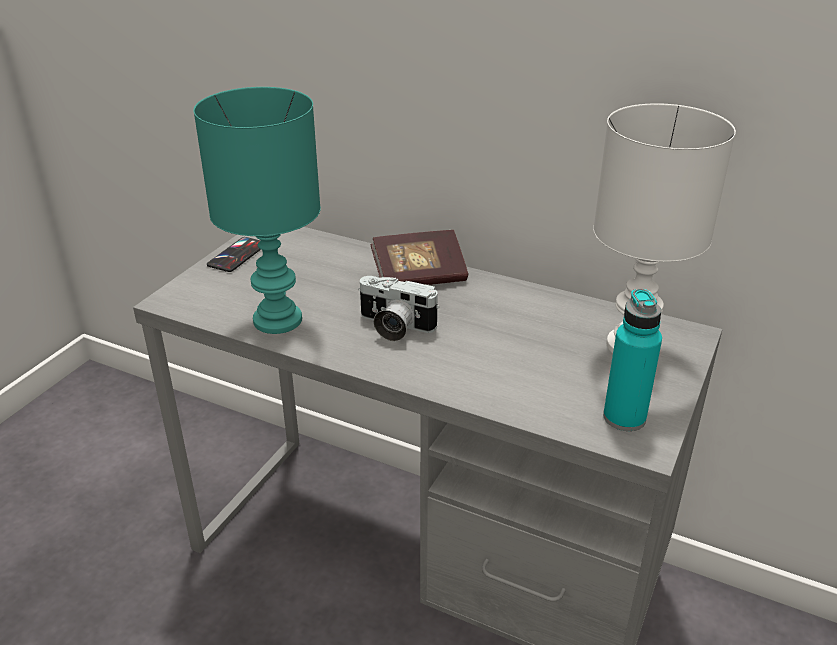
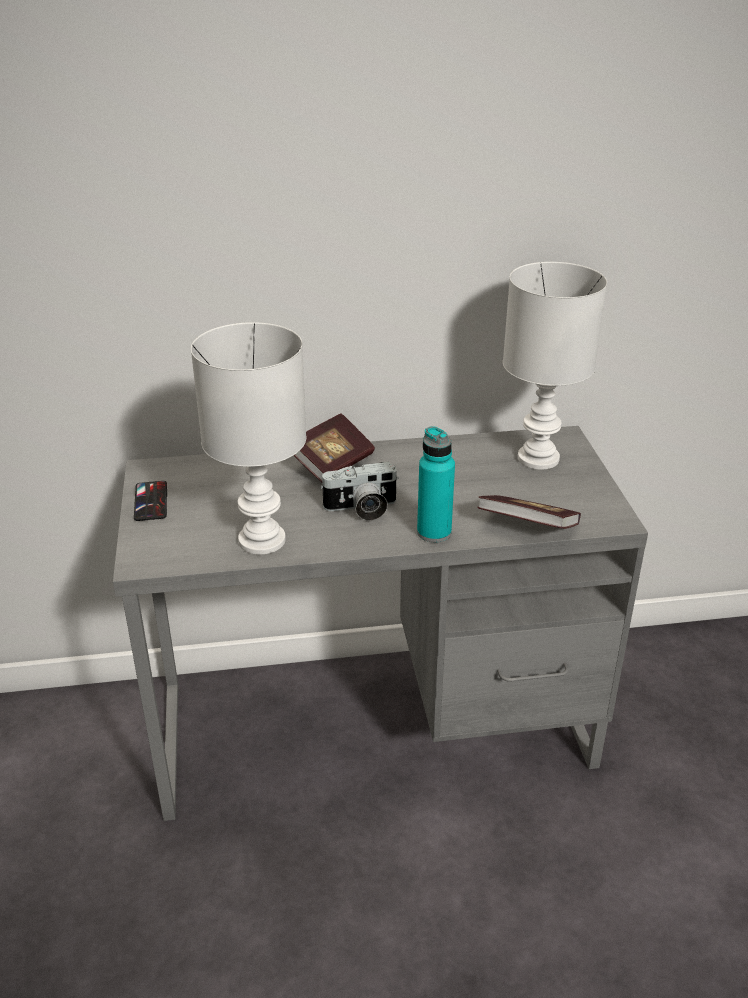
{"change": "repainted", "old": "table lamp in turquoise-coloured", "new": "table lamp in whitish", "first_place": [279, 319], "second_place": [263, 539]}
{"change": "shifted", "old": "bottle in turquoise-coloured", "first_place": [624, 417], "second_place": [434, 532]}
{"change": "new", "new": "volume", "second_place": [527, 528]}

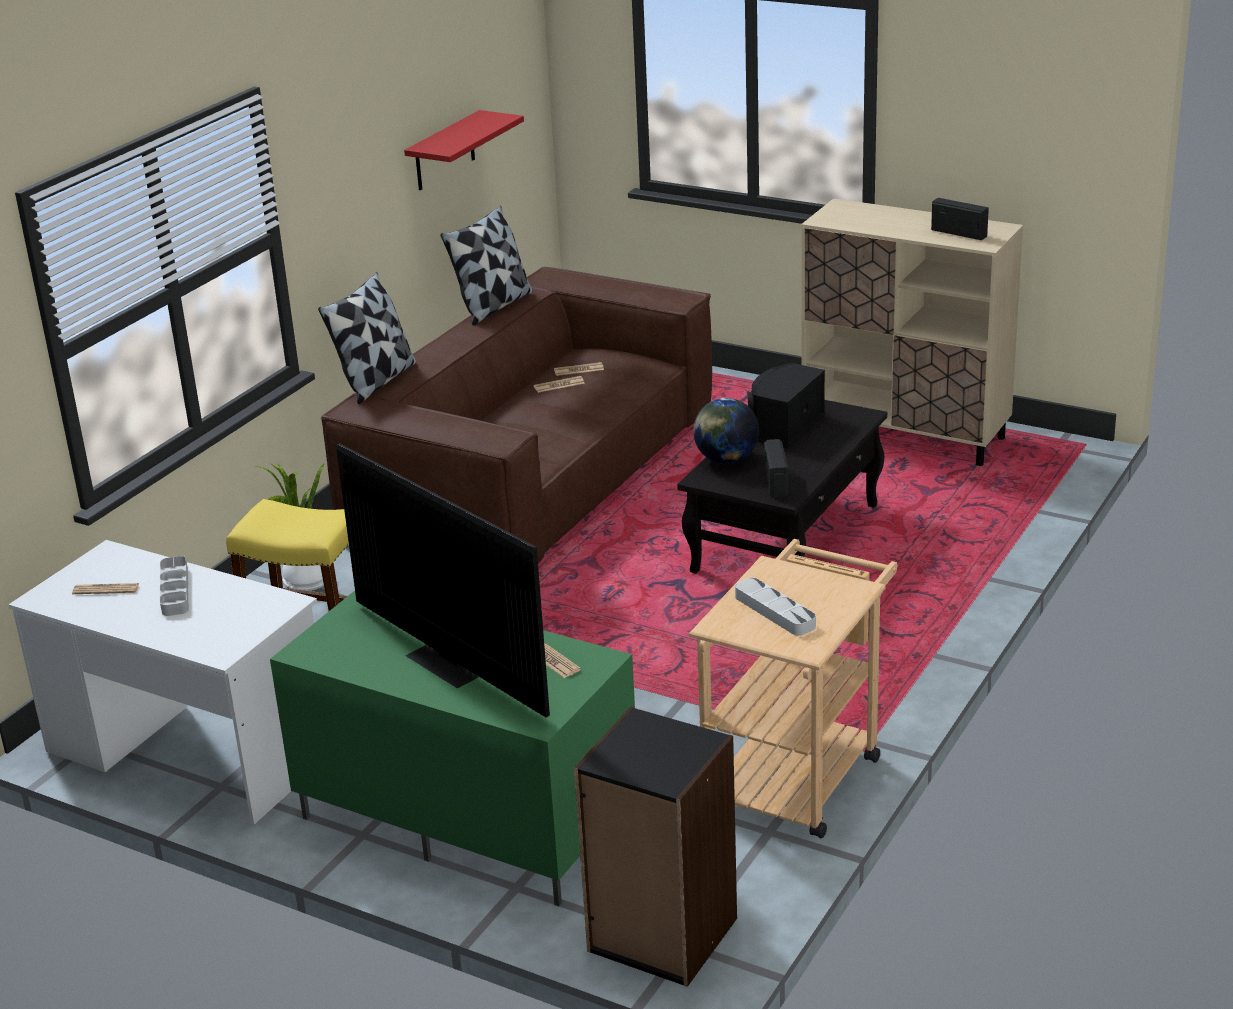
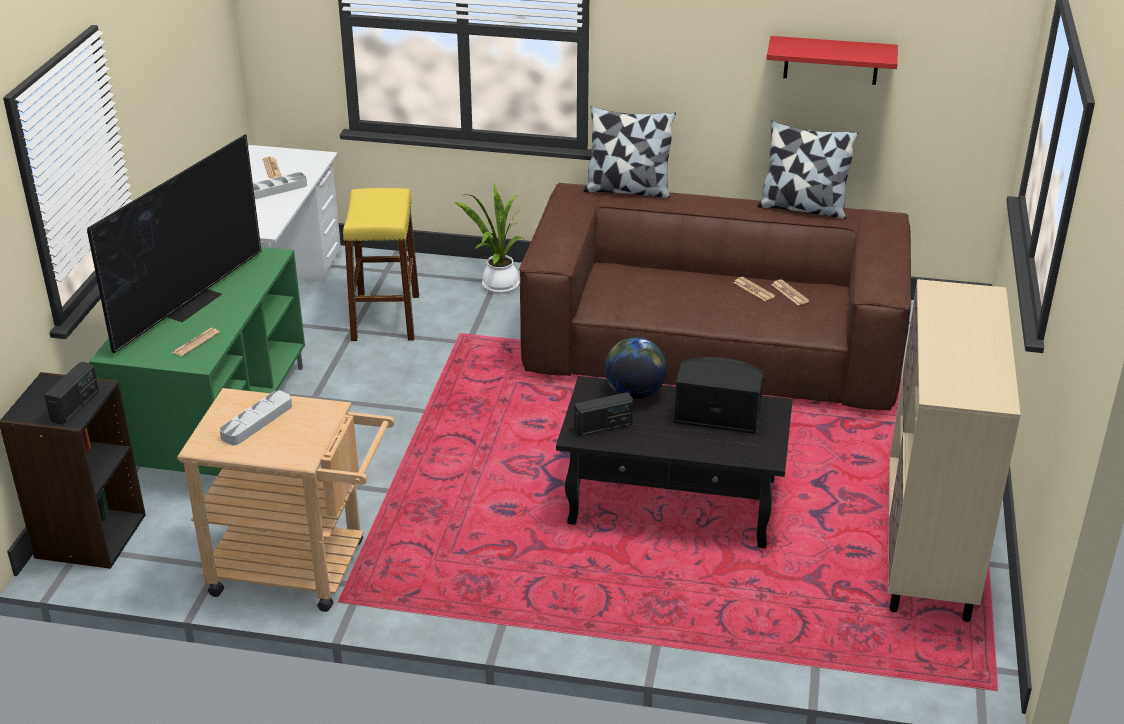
{"change": "shifted", "old": "radio set", "first_place": [959, 233], "second_place": [75, 406]}

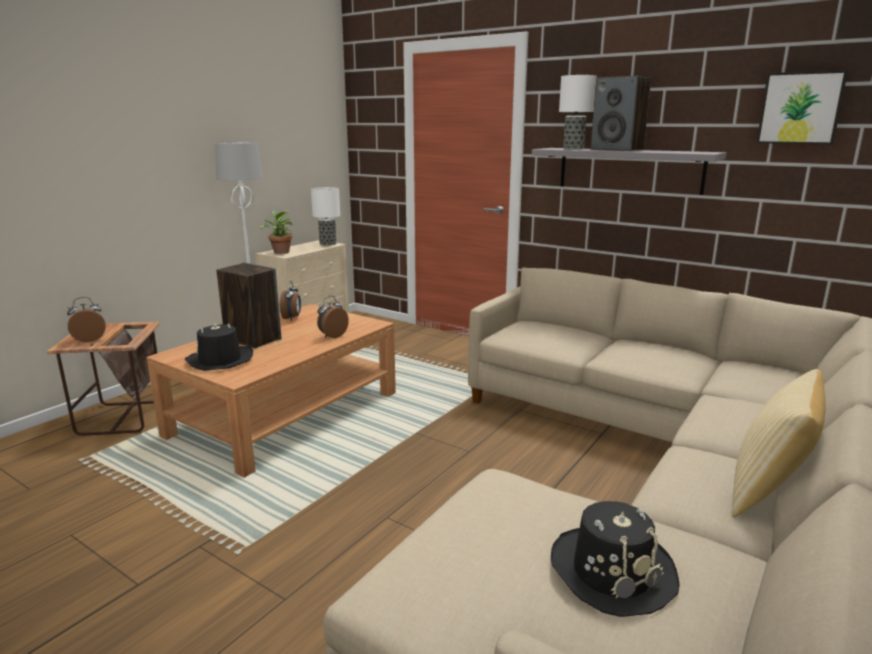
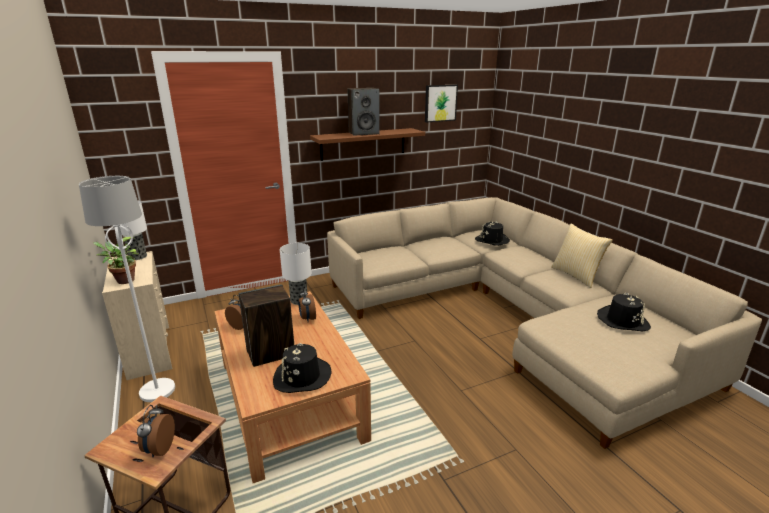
{"change": "repainted", "old": "bracket shelf in grey", "new": "bracket shelf in brownish", "first_place": [629, 170], "second_place": [363, 144]}
{"change": "shifted", "old": "table lamp", "first_place": [573, 149], "second_place": [299, 301]}
{"change": "new", "new": "wearable hat in blackish", "second_place": [492, 240]}

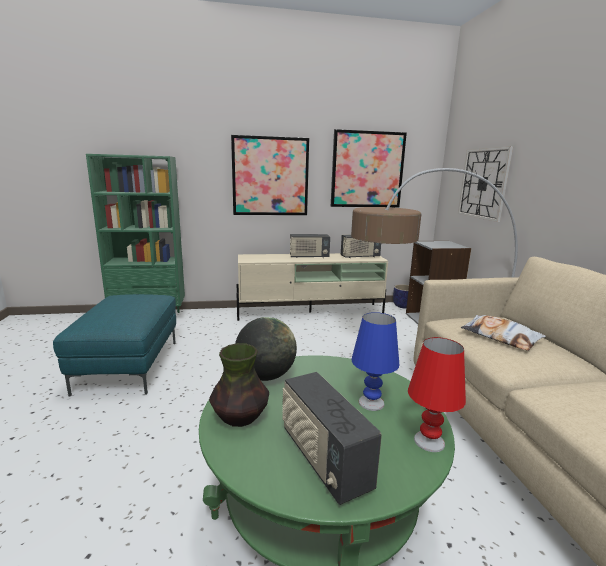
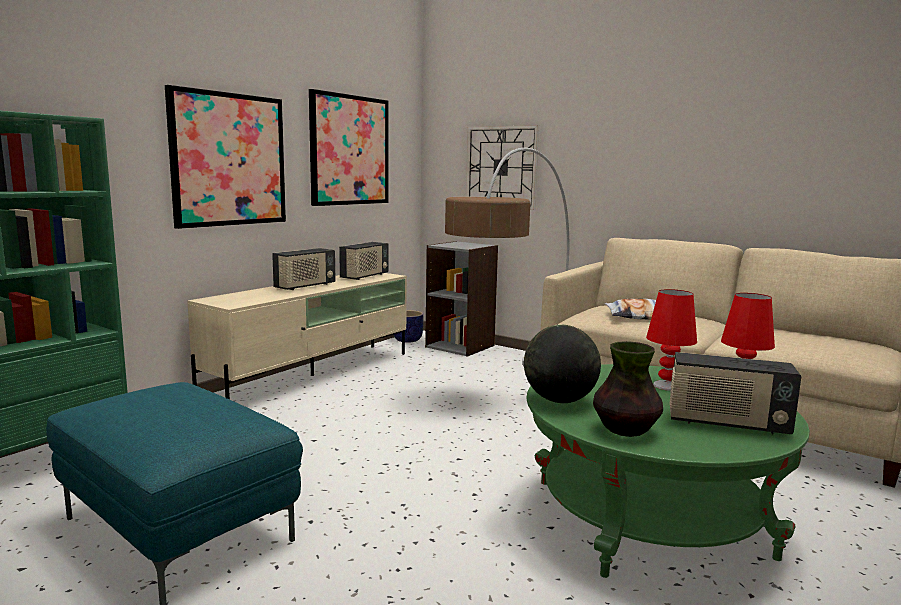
{"change": "repainted", "old": "table lamp in blue-coloured", "new": "table lamp in red", "first_place": [371, 402], "second_place": [666, 386]}

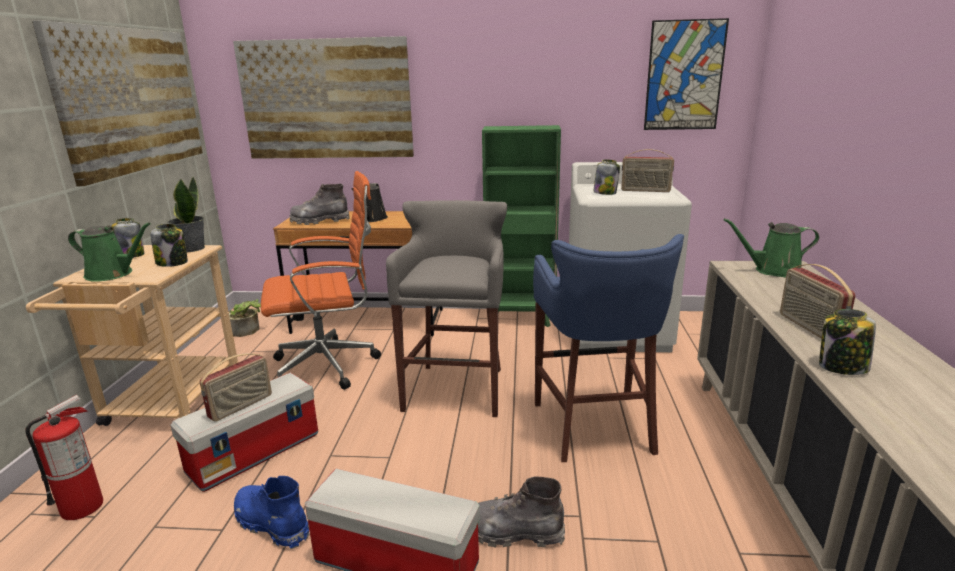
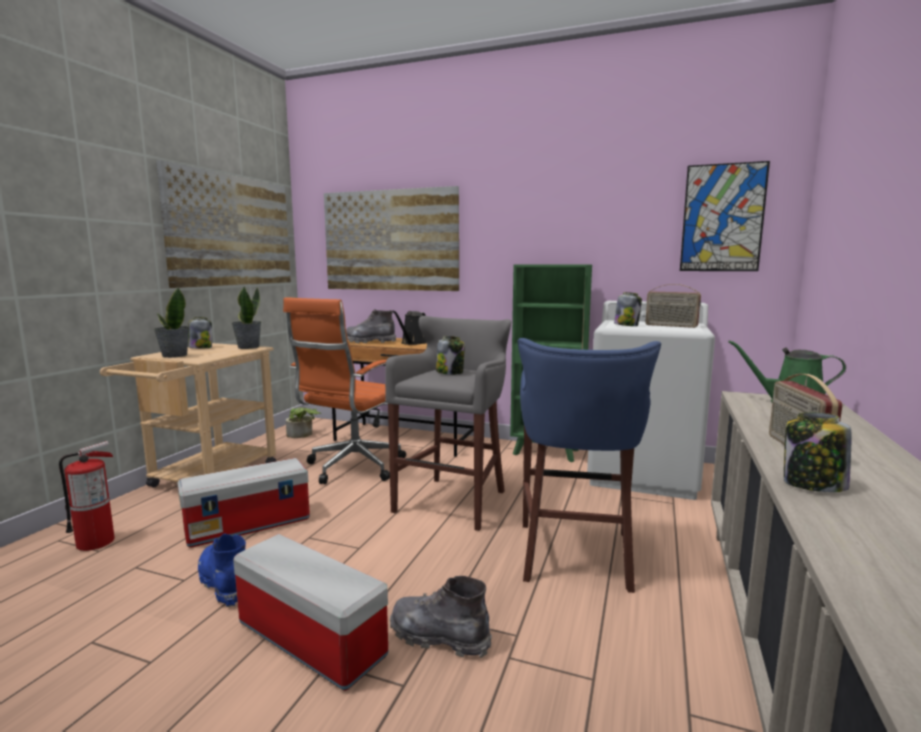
{"change": "swapped", "old": "watering can in greenish", "new": "houseplant", "first_place": [113, 274], "second_place": [174, 355]}
{"change": "shifted", "old": "storage jar", "first_place": [172, 263], "second_place": [450, 372]}
{"change": "gone", "old": "radio set", "first_place": [241, 406]}
{"change": "rotated", "old": "office chair in orangey", "first_place": [330, 365], "second_place": [352, 468], "degrees": 120}

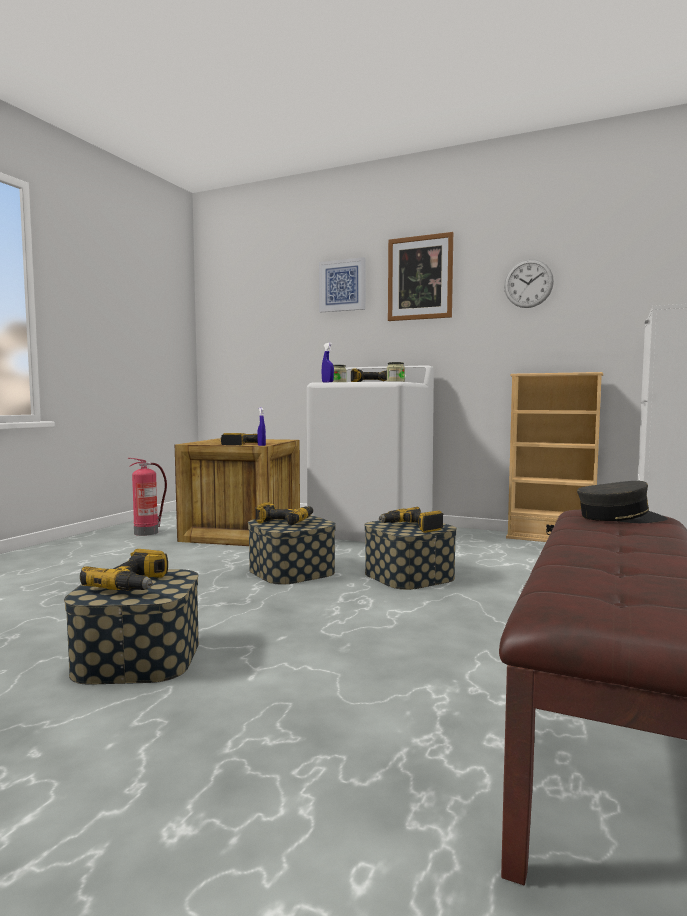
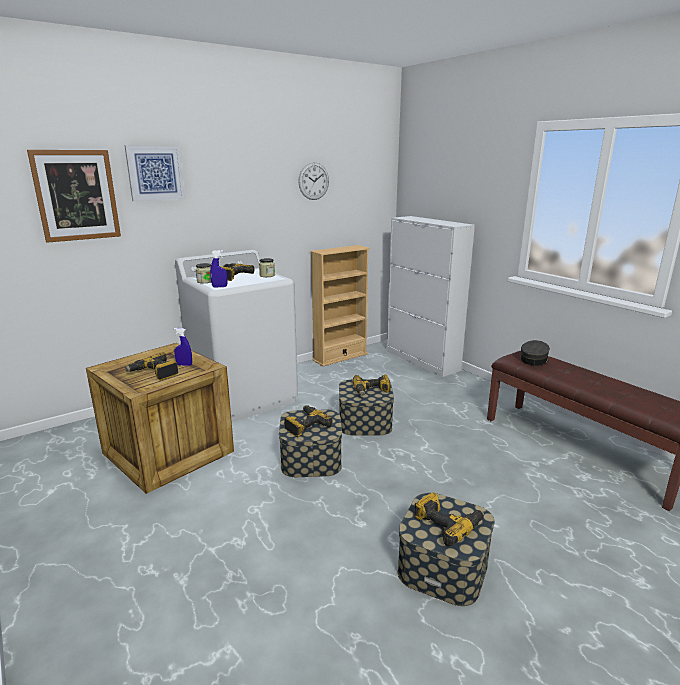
{"change": "gone", "old": "extinguisher", "first_place": [147, 532]}
{"change": "shifted", "old": "picture", "first_place": [420, 278], "second_place": [76, 195]}

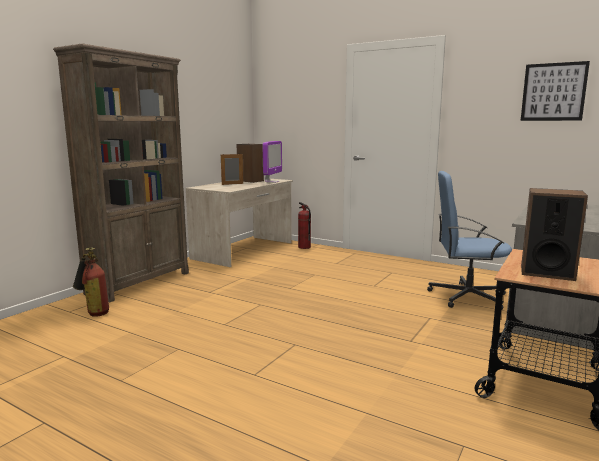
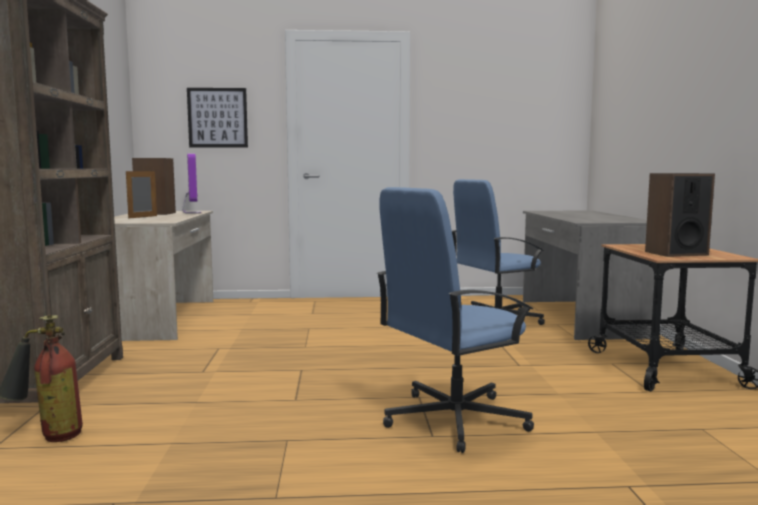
{"change": "gone", "old": "extinguisher", "first_place": [304, 247]}
{"change": "shifted", "old": "picture", "first_place": [553, 92], "second_place": [217, 118]}
{"change": "new", "new": "office chair in blue-coloured", "second_place": [453, 419]}

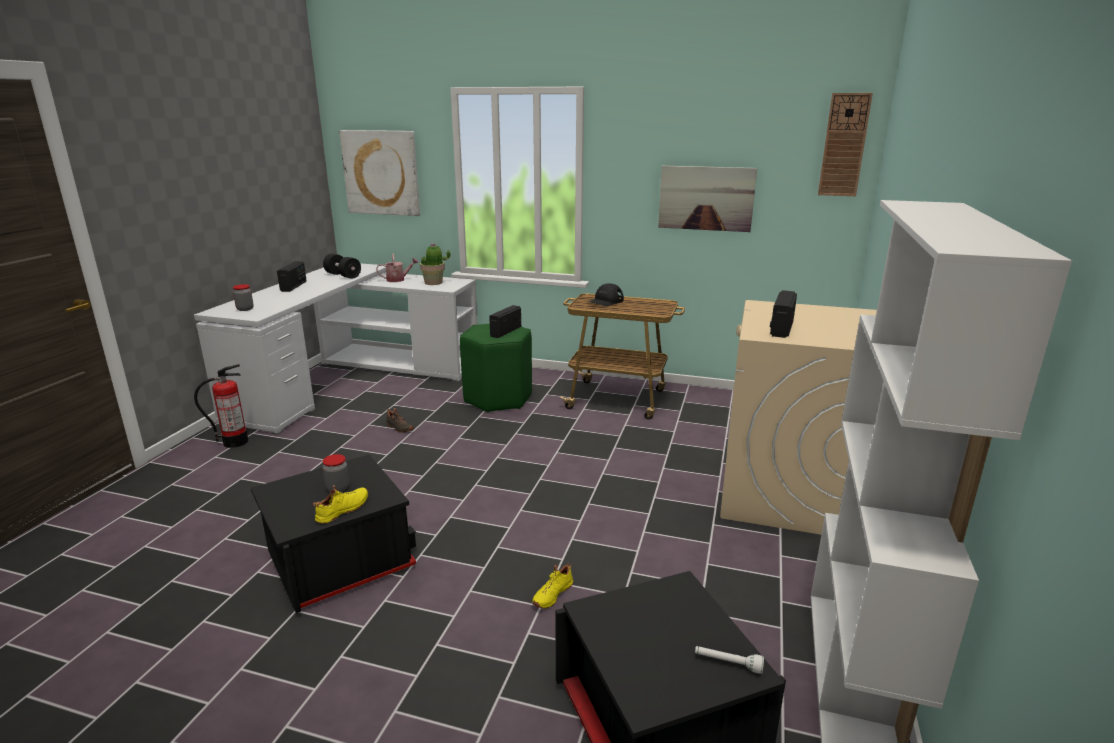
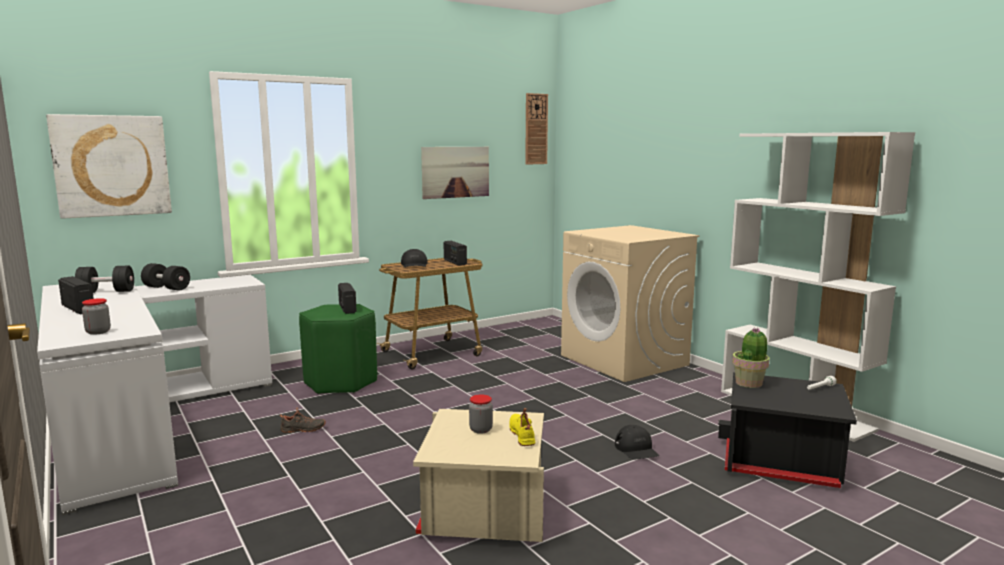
{"change": "gone", "old": "extinguisher", "first_place": [235, 442]}
{"change": "repainted", "old": "storage box in blackish", "new": "storage box in beige-coloured", "first_place": [338, 560], "second_place": [482, 511]}
{"change": "swapped", "old": "watering can", "new": "dumbbell in blackish", "first_place": [398, 279], "second_place": [166, 288]}
{"change": "shifted", "old": "houseplant", "first_place": [433, 283], "second_place": [749, 383]}
{"change": "swapped", "old": "shoe in yellow", "new": "peaked cap in blackish", "first_place": [552, 594], "second_place": [636, 449]}
{"change": "shifted", "old": "radio set", "first_place": [781, 328], "second_place": [454, 262]}

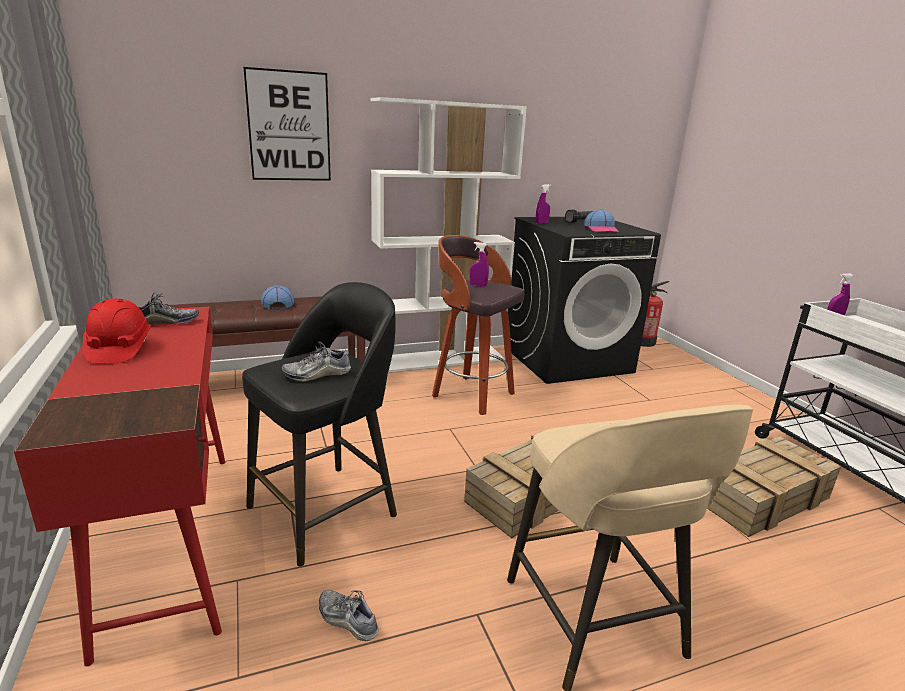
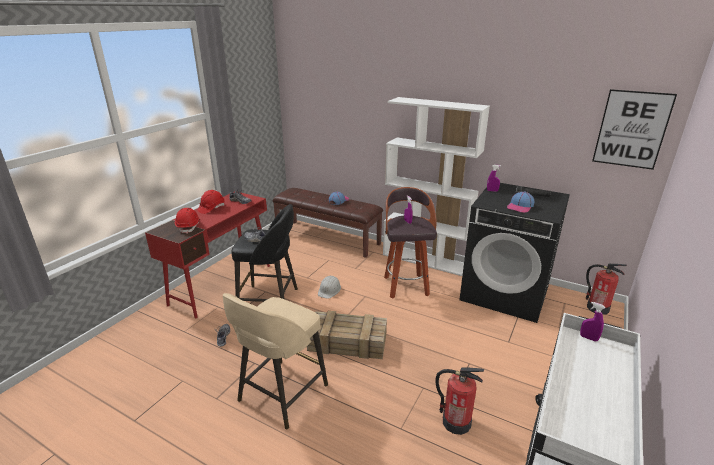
{"change": "shifted", "old": "picture", "first_place": [289, 126], "second_place": [631, 129]}
{"change": "swapped", "old": "shipping crate", "new": "extinguisher", "first_place": [761, 497], "second_place": [455, 422]}
{"change": "new", "new": "work helmet in red", "second_place": [189, 226]}
{"change": "new", "new": "work helmet in whitish", "second_place": [329, 290]}

